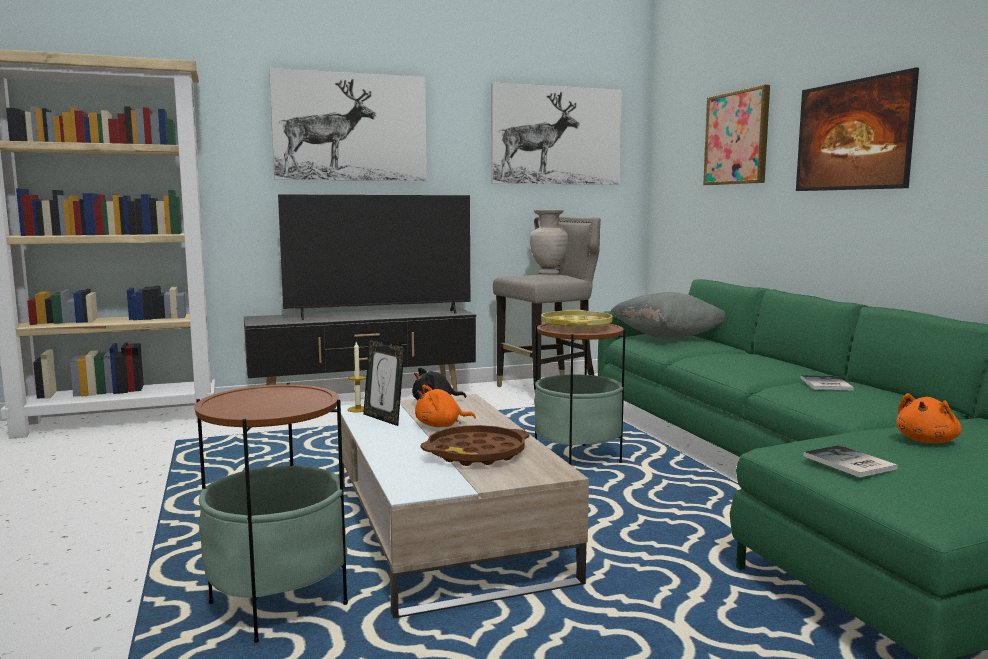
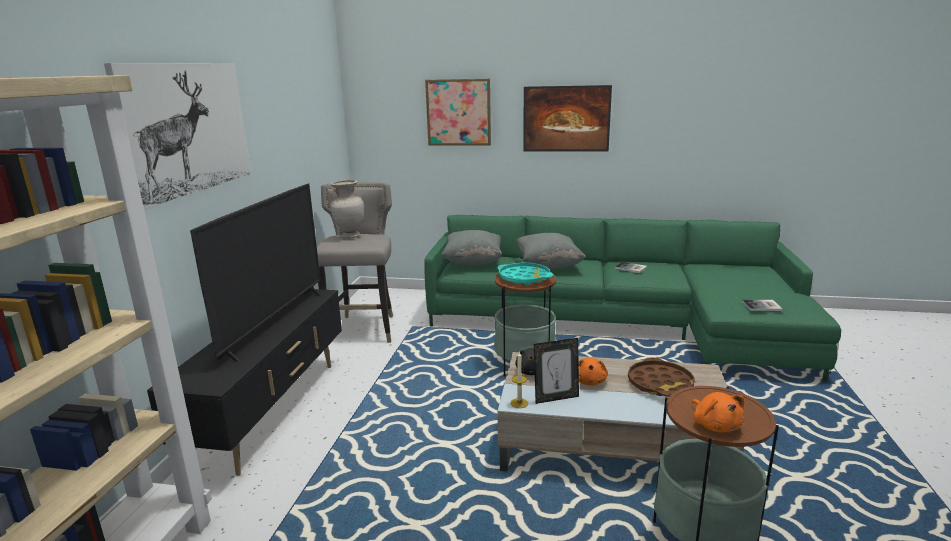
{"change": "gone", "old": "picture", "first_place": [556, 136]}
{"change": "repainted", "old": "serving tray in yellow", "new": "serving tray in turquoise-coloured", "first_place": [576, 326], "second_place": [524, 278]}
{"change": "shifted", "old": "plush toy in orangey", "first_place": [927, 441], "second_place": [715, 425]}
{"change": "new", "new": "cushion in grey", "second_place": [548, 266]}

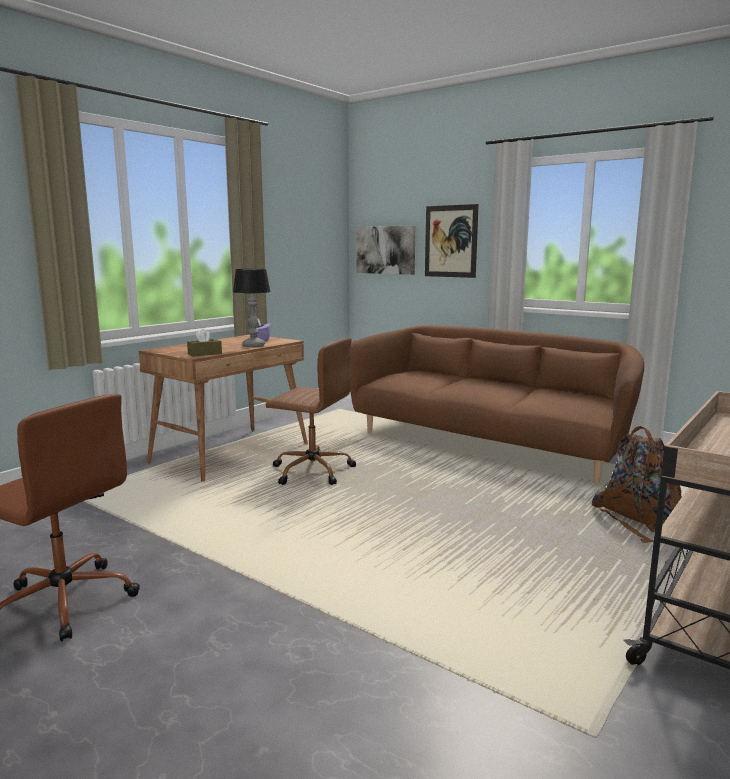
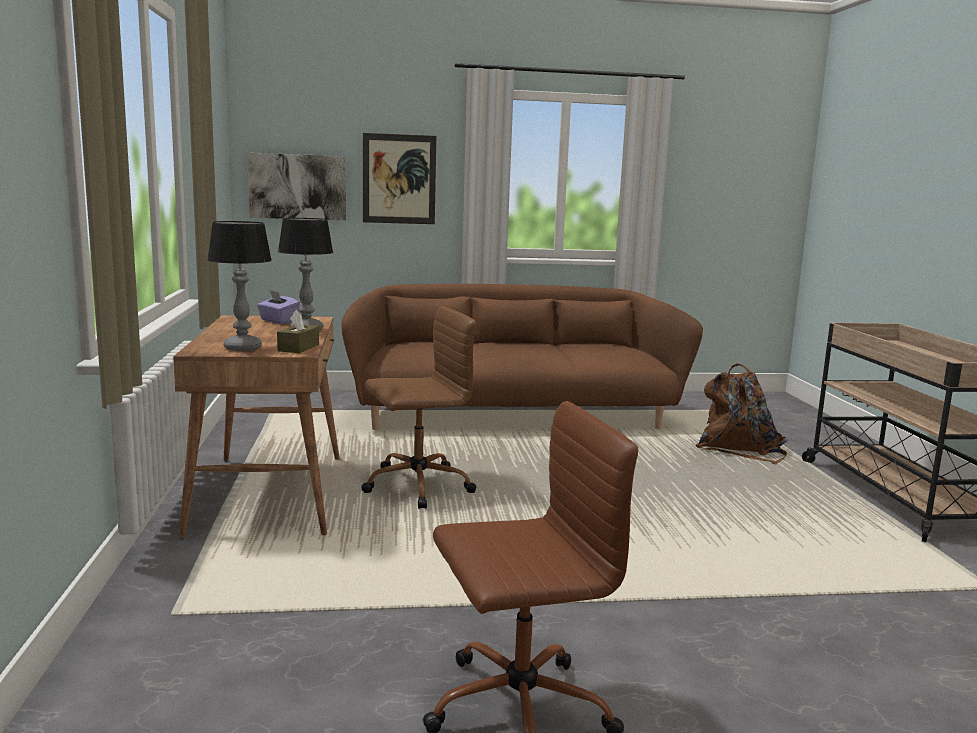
{"change": "new", "new": "table lamp", "second_place": [243, 348]}

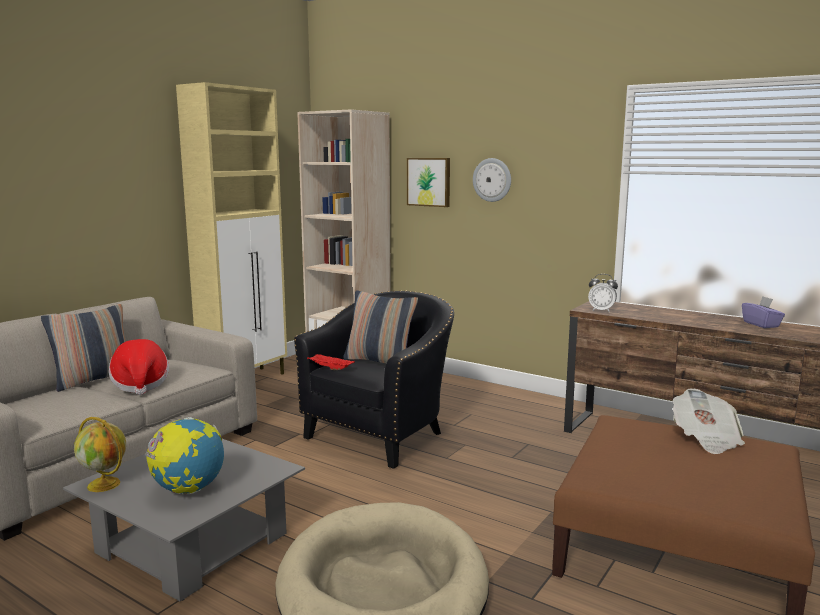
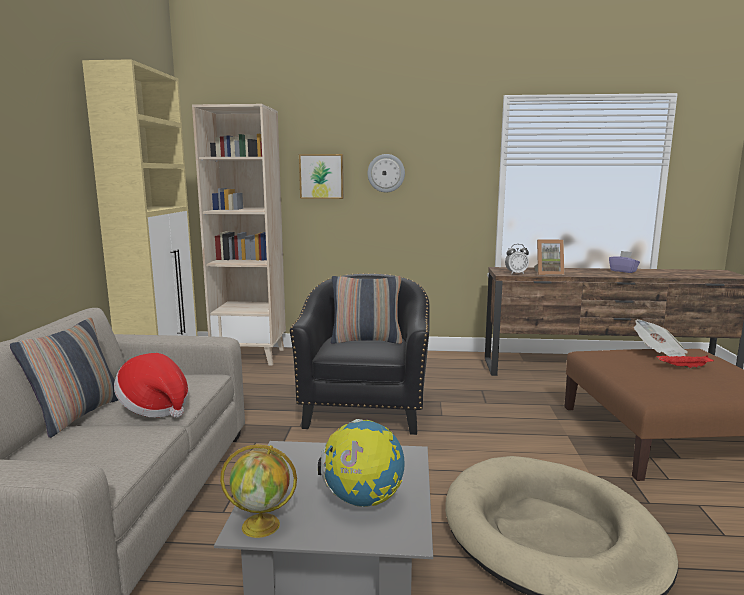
{"change": "shifted", "old": "serving tray in red", "first_place": [330, 368], "second_place": [683, 368]}
{"change": "new", "new": "photo frame", "second_place": [548, 273]}

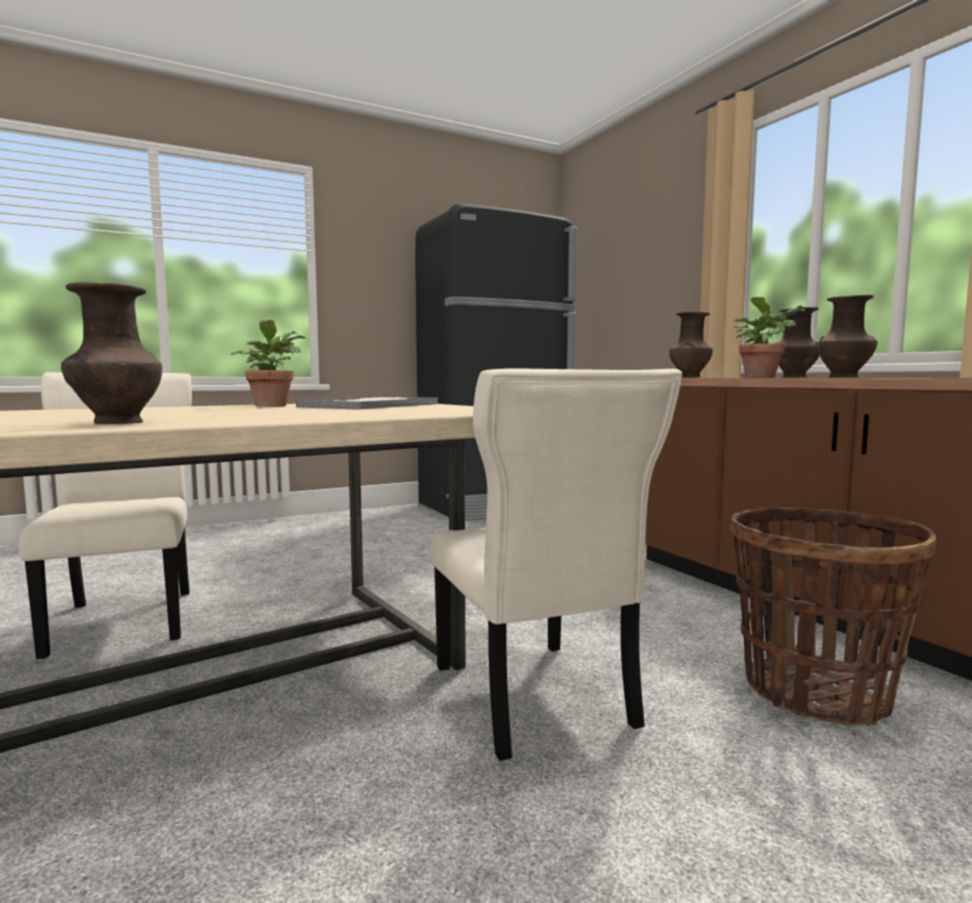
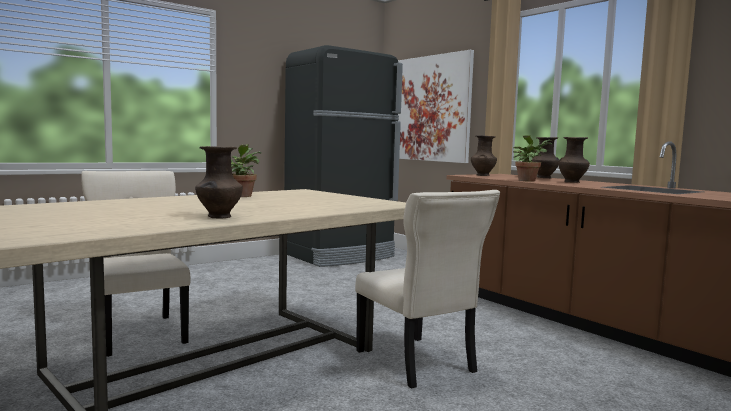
{"change": "gone", "old": "serving tray", "first_place": [369, 405]}
{"change": "gone", "old": "basket", "first_place": [814, 691]}
{"change": "new", "new": "picture", "second_place": [432, 108]}

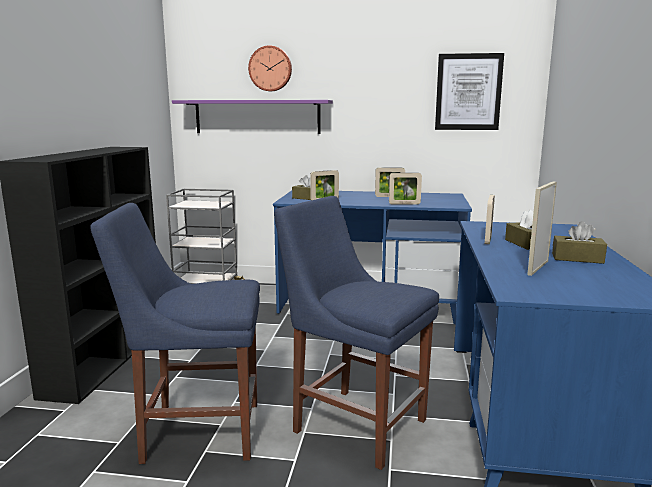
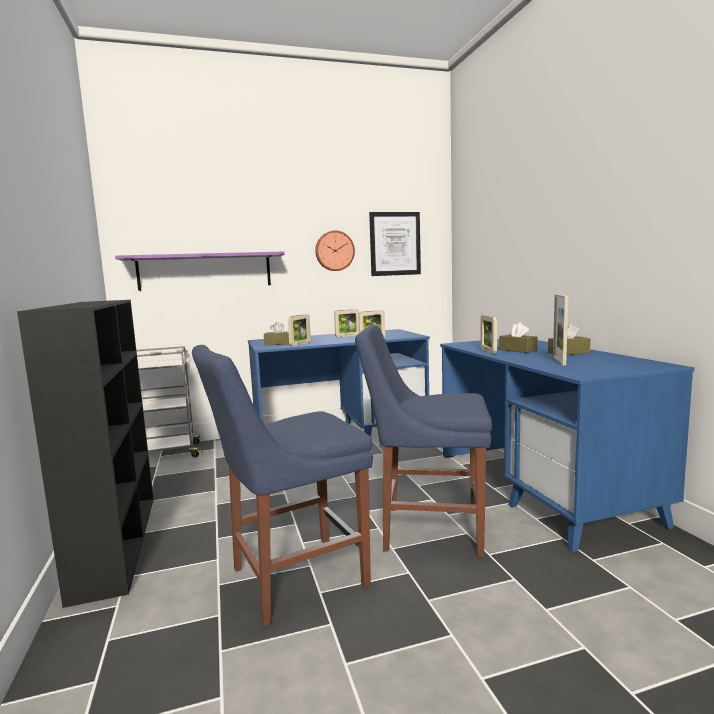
{"change": "shifted", "old": "wall clock", "first_place": [270, 68], "second_place": [334, 251]}

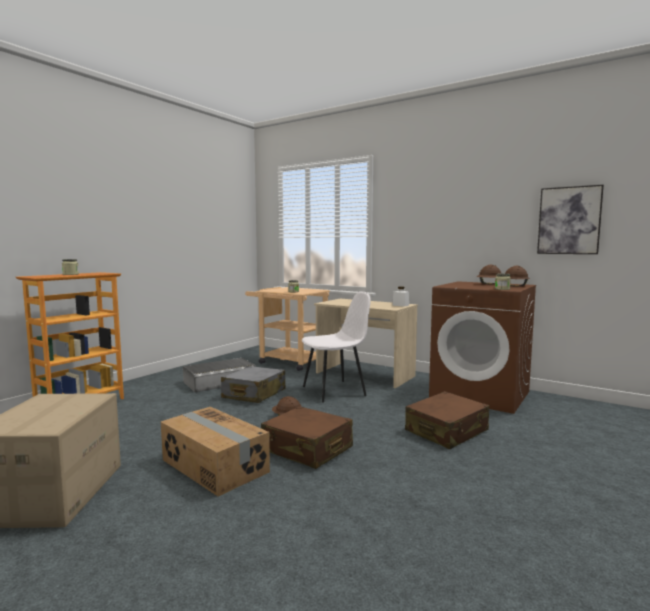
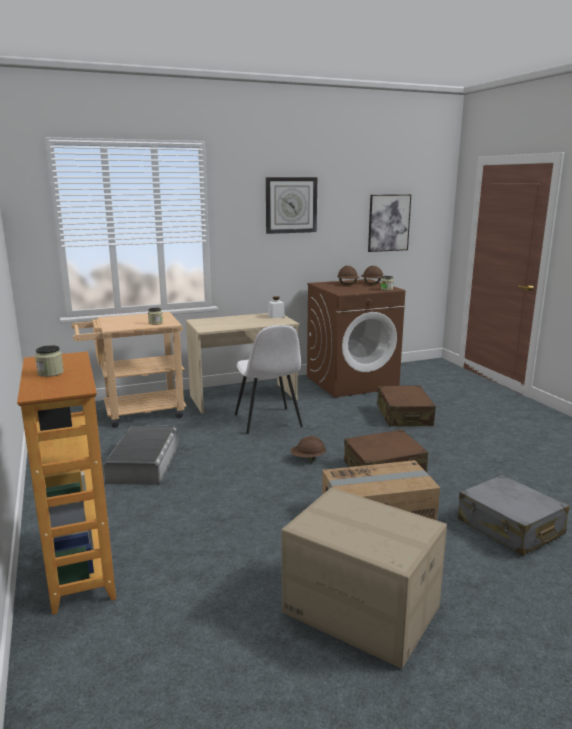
{"change": "shifted", "old": "suitcase in grey", "first_place": [254, 394], "second_place": [510, 527]}
{"change": "rotated", "old": "plain chair in whitish", "first_place": [335, 391], "second_place": [268, 421], "degrees": 150}
{"change": "new", "new": "wall clock", "second_place": [291, 205]}

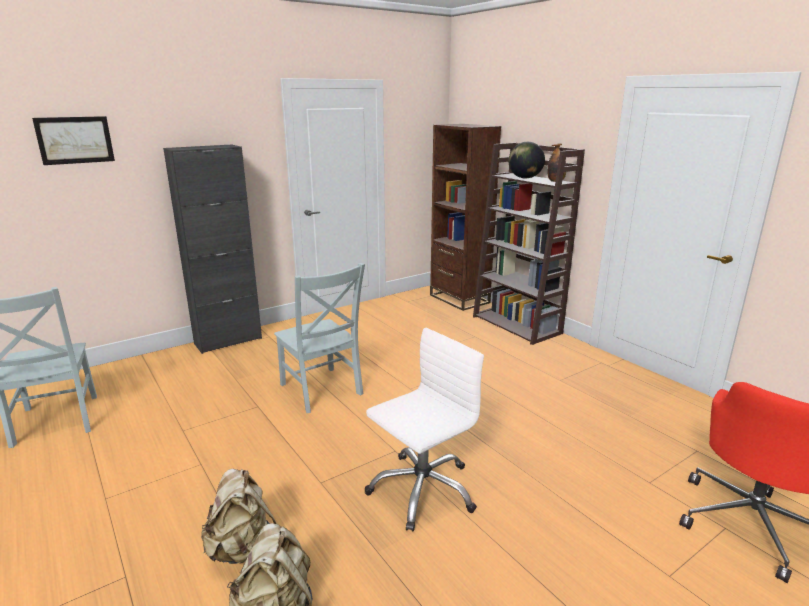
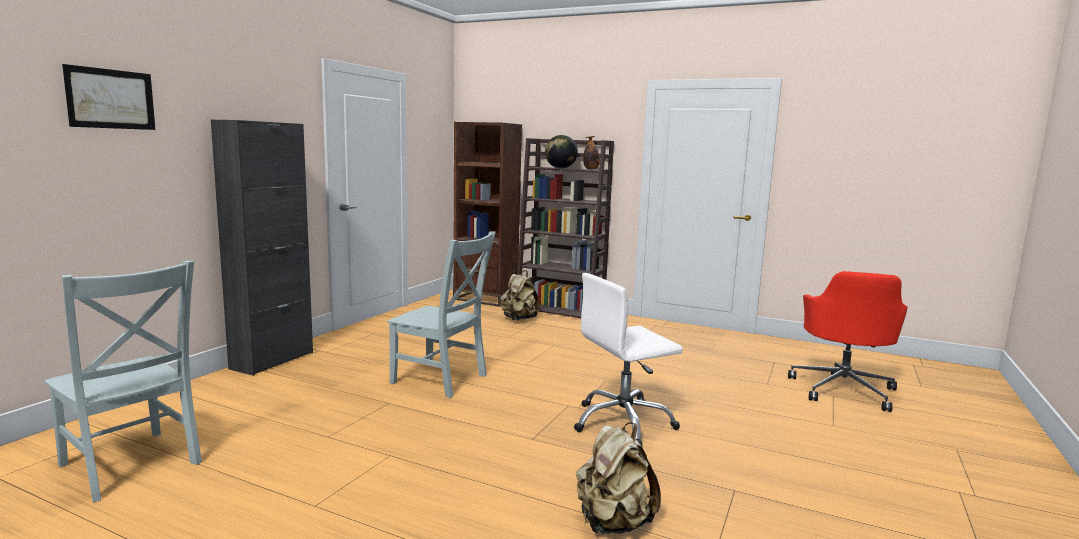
{"change": "shifted", "old": "knapsack in beige-coloured", "first_place": [243, 549], "second_place": [519, 319]}
{"change": "rotated", "old": "office chair in whitish", "first_place": [422, 489], "second_place": [623, 423], "degrees": -135}

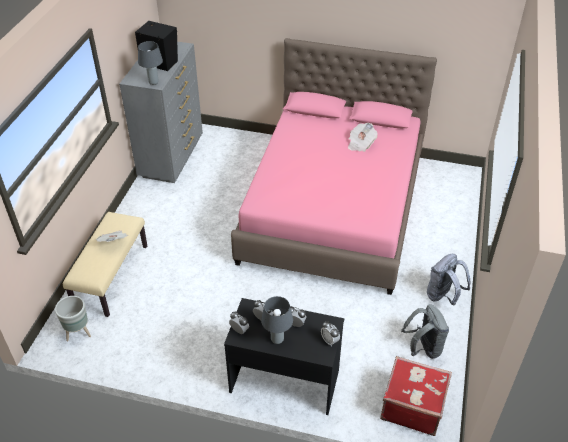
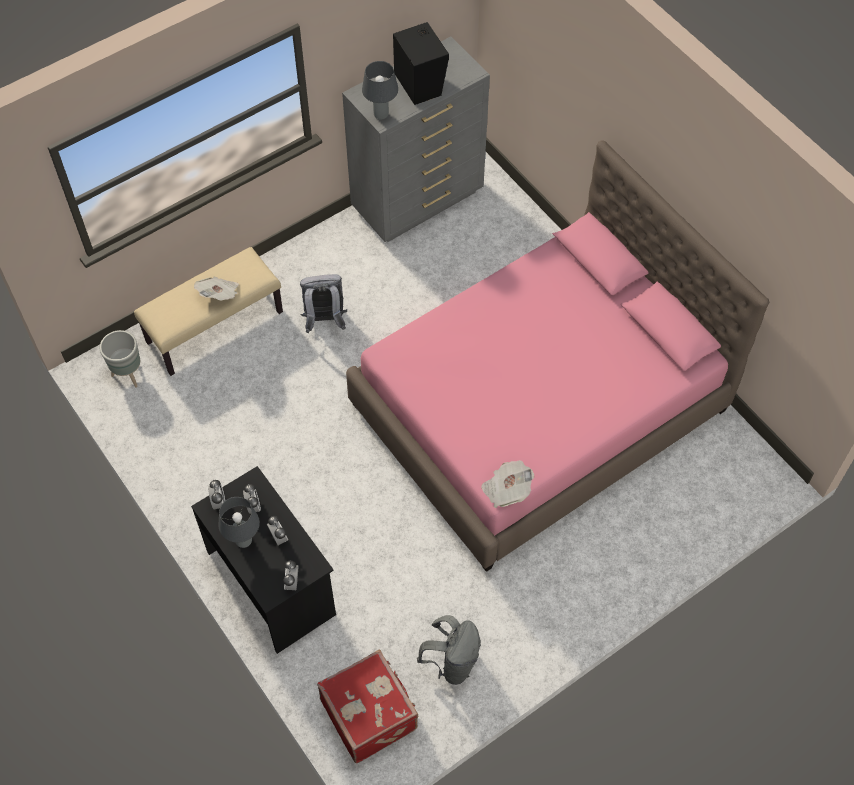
{"change": "shifted", "old": "newspaper", "first_place": [360, 144], "second_place": [506, 490]}
{"change": "shifted", "old": "knapsack in grey", "first_place": [443, 296], "second_place": [324, 320]}

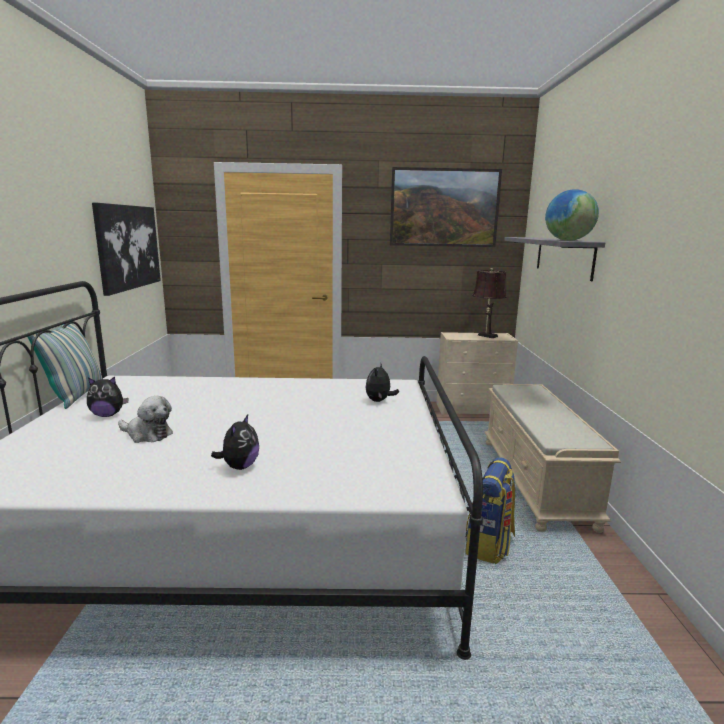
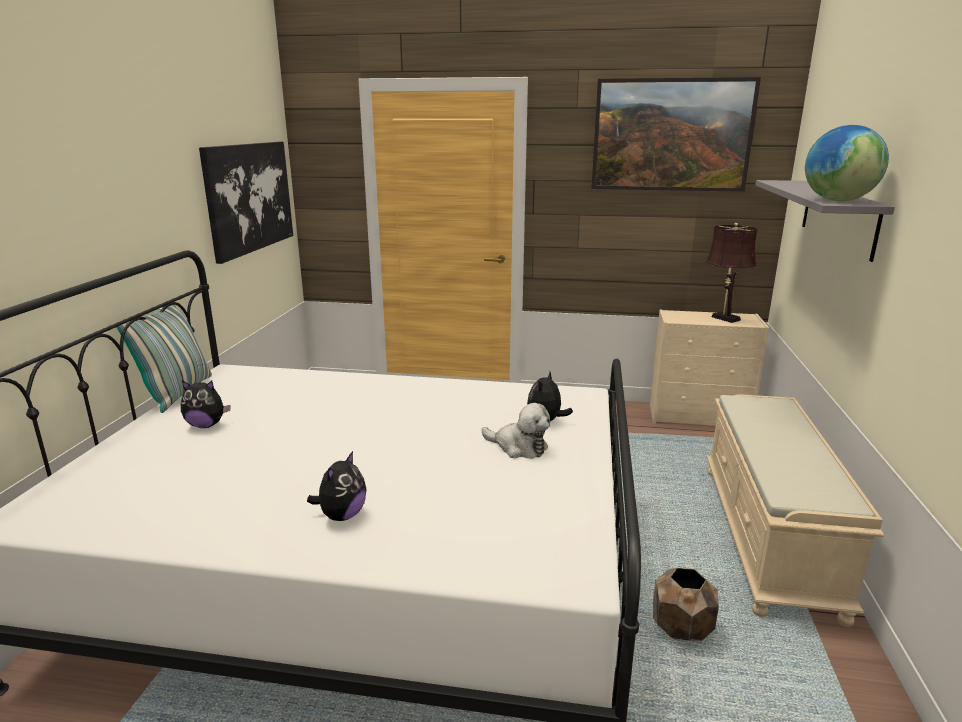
{"change": "shifted", "old": "plush toy", "first_place": [147, 434], "second_place": [518, 447]}
{"change": "swapped", "old": "knapsack", "new": "planter in brownish", "first_place": [489, 545], "second_place": [681, 629]}

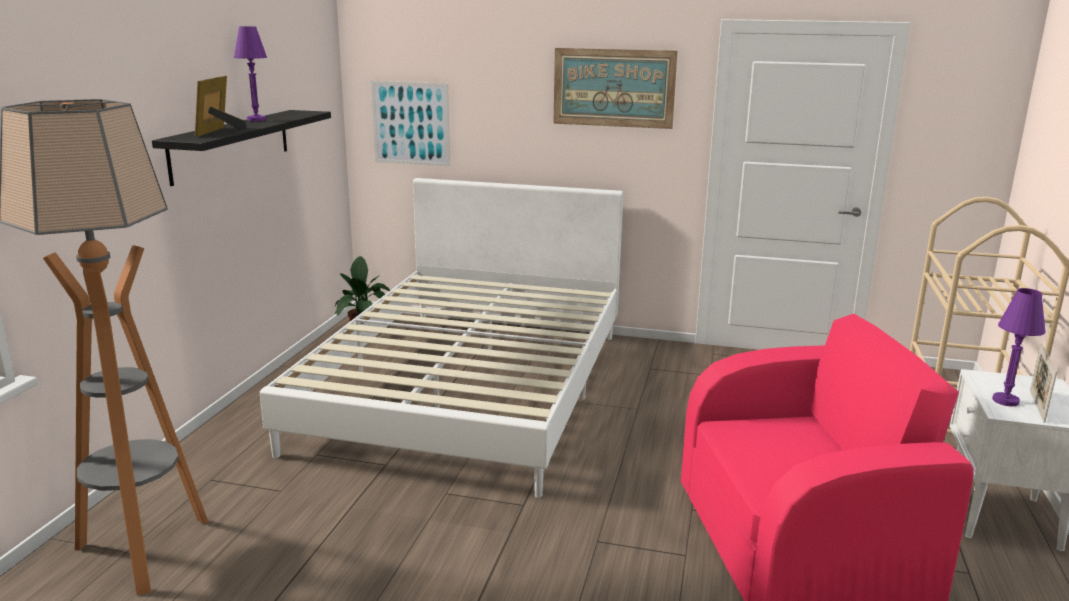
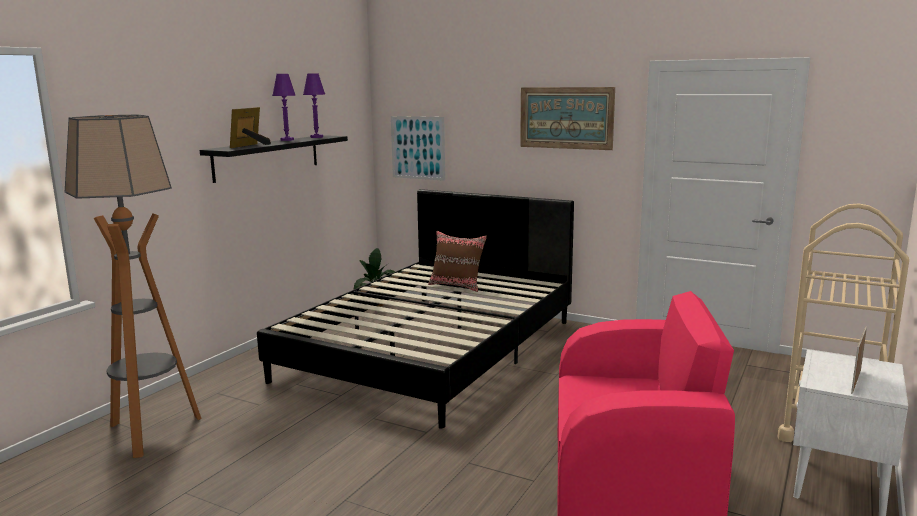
{"change": "repainted", "old": "bedroom bed in whitish", "new": "bedroom bed in blackish", "first_place": [470, 387], "second_place": [432, 349]}
{"change": "shifted", "old": "table lamp in purplish", "first_place": [1005, 401], "second_place": [316, 137]}
{"change": "new", "new": "cushion in brownish", "second_place": [457, 286]}

